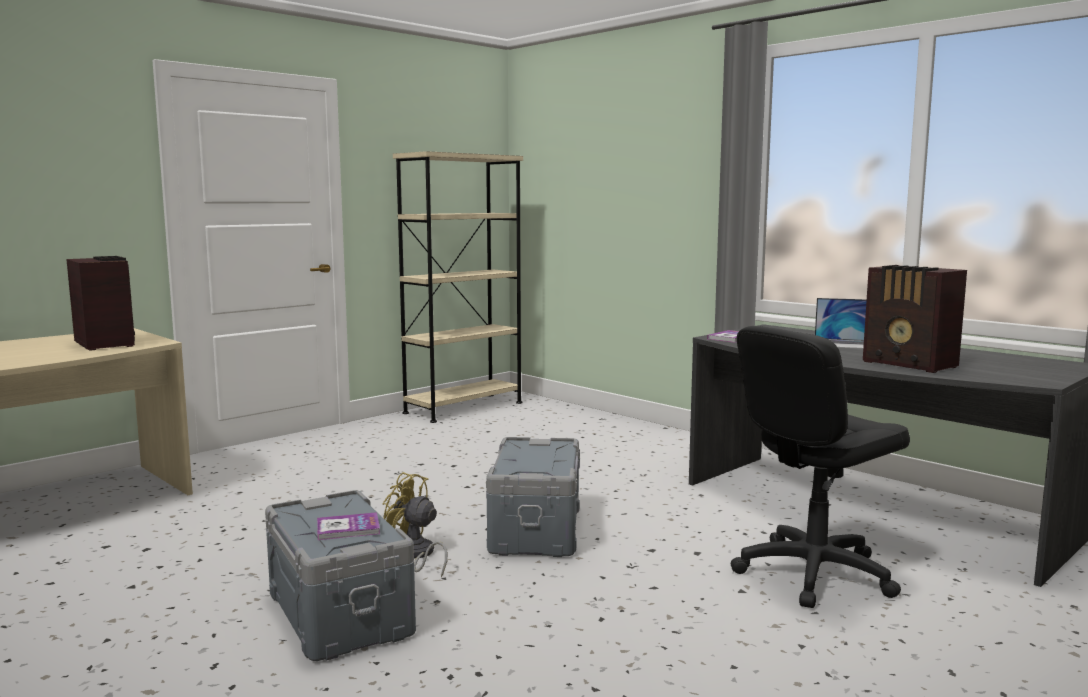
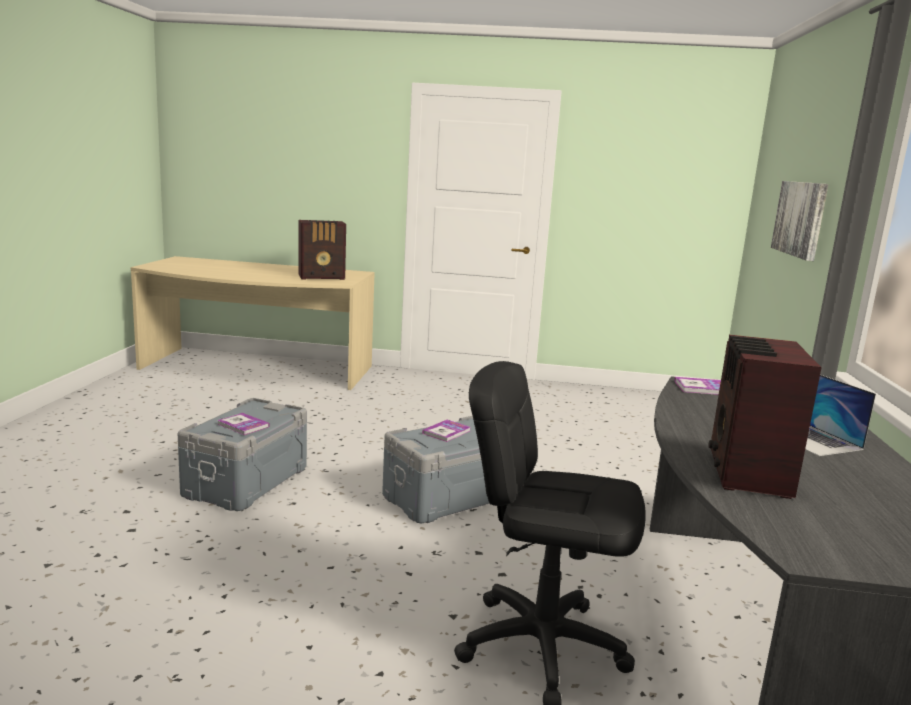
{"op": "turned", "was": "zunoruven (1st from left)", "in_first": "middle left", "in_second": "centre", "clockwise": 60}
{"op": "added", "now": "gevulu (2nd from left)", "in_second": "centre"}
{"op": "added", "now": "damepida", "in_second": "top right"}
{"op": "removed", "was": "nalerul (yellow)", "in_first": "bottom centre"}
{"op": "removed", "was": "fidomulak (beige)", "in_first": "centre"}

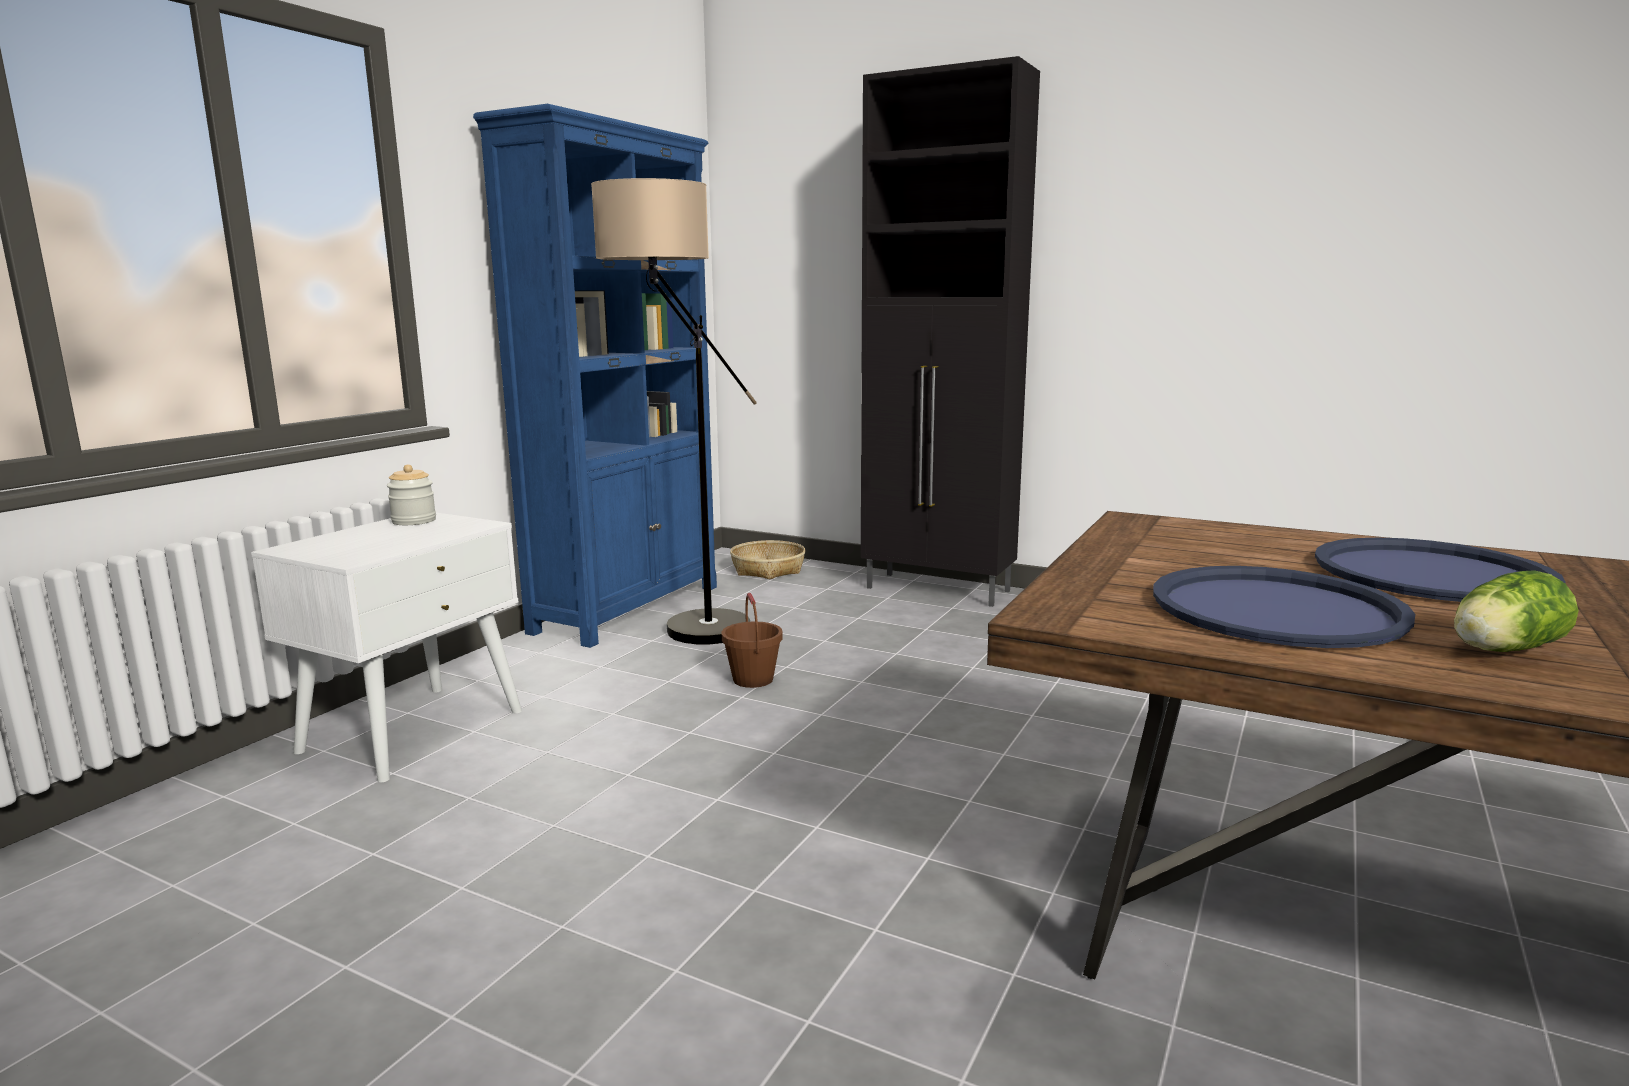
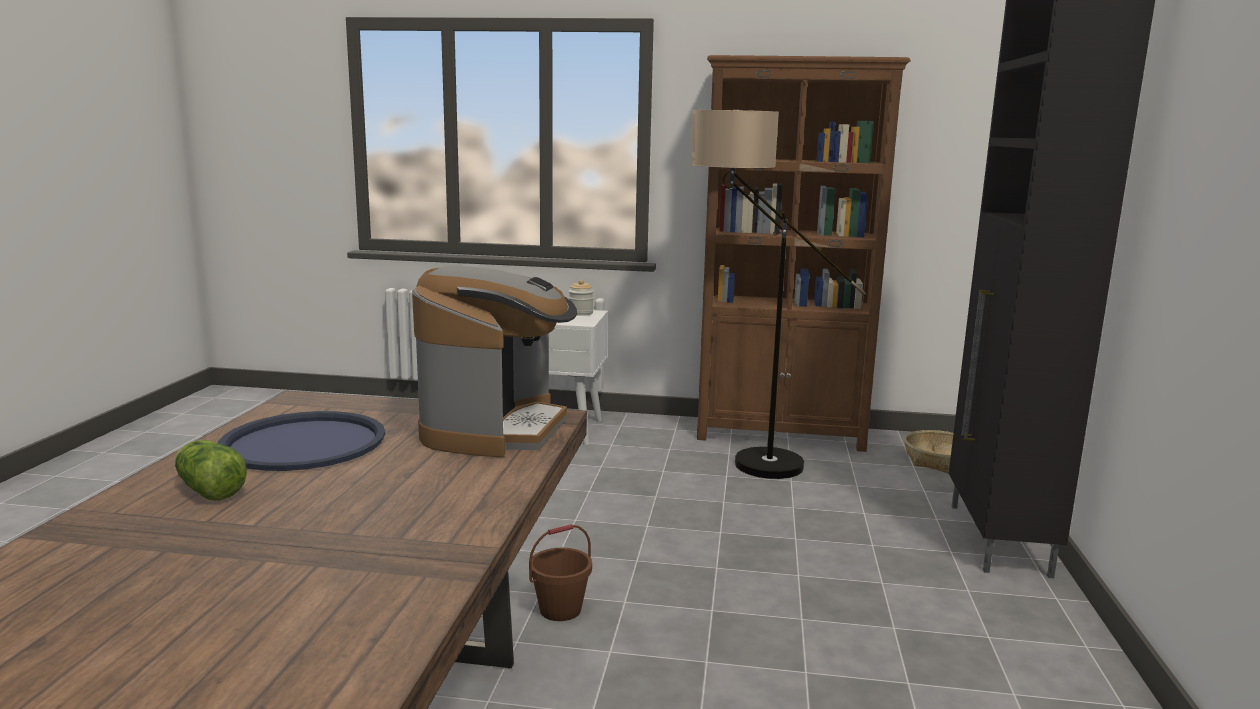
{"op": "added", "now": "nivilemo", "in_second": "centre"}
{"op": "moved", "was": "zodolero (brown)", "in_first": "centre", "in_second": "bottom centre"}
{"op": "recoloured", "was": "fidomulak (blue)", "now": "fidomulak (brown)", "in_first": "centre", "in_second": "centre"}
{"op": "removed", "was": "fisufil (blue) (2nd from left)", "in_first": "middle right"}

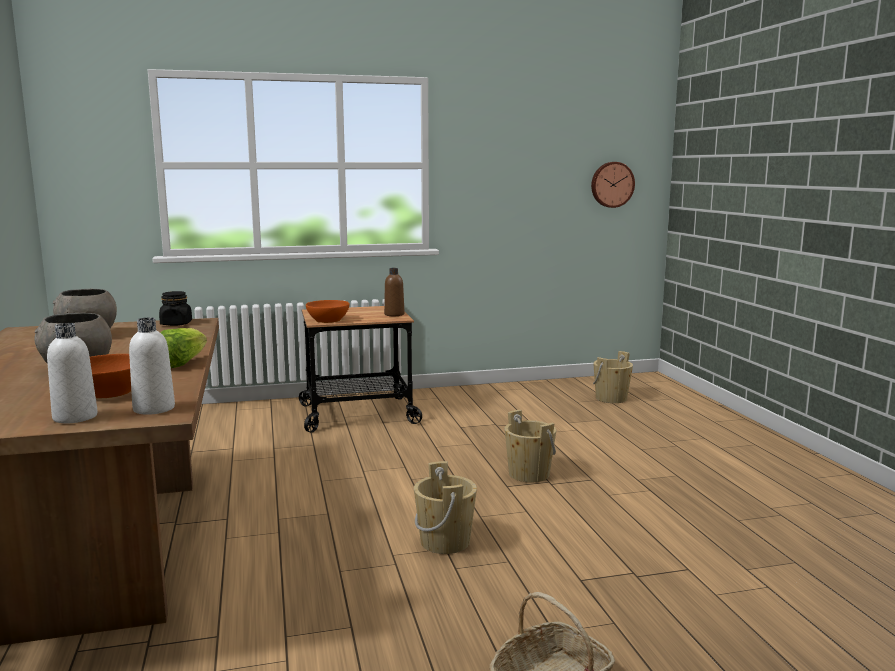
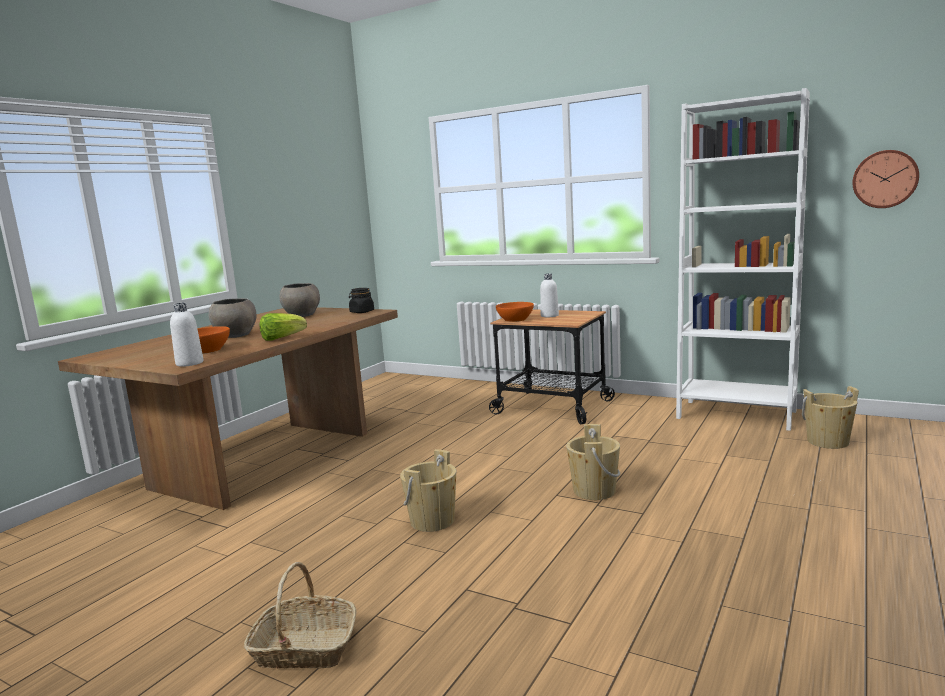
{"op": "moved", "was": "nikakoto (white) (1st from left in the first image)", "now": "nikakoto (white) (2nd from left)", "in_first": "middle left", "in_second": "centre"}
{"op": "added", "now": "fidomulak (white)", "in_second": "middle right"}
{"op": "removed", "was": "nikakoto (brown)", "in_first": "centre"}

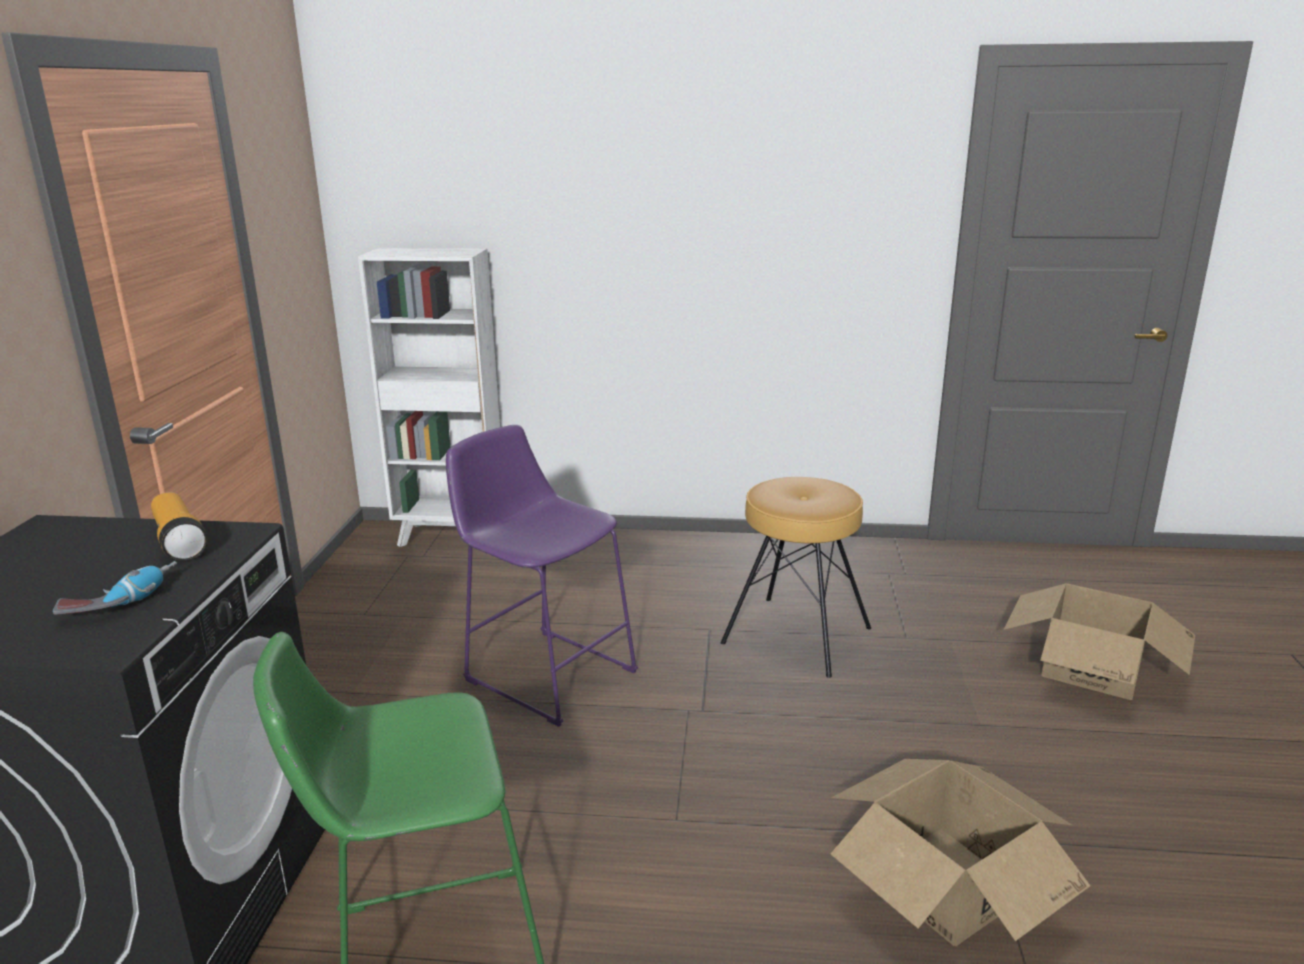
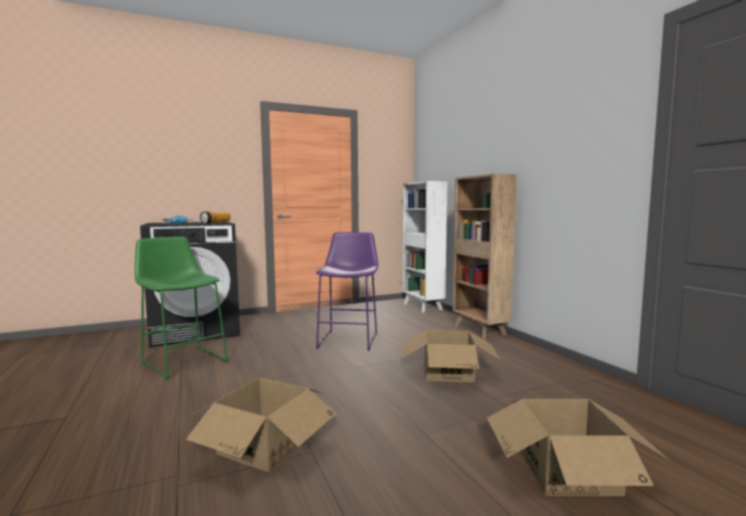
{"op": "replaced", "was": "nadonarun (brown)", "now": "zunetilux (2nd from left)", "in_first": "centre", "in_second": "bottom centre"}
{"op": "added", "now": "fidomulak (brown)", "in_second": "centre"}

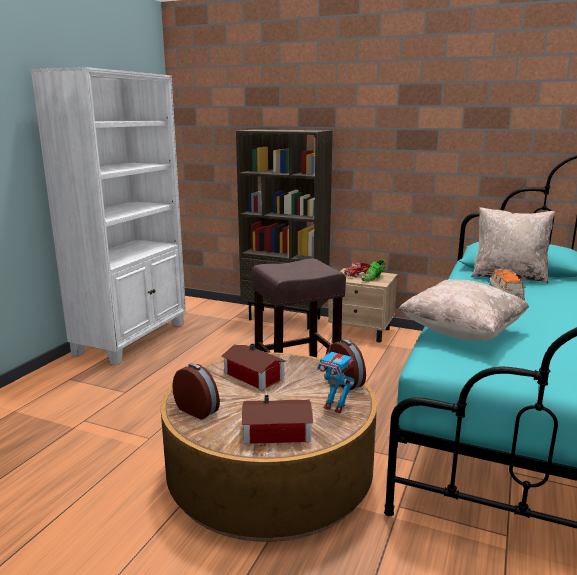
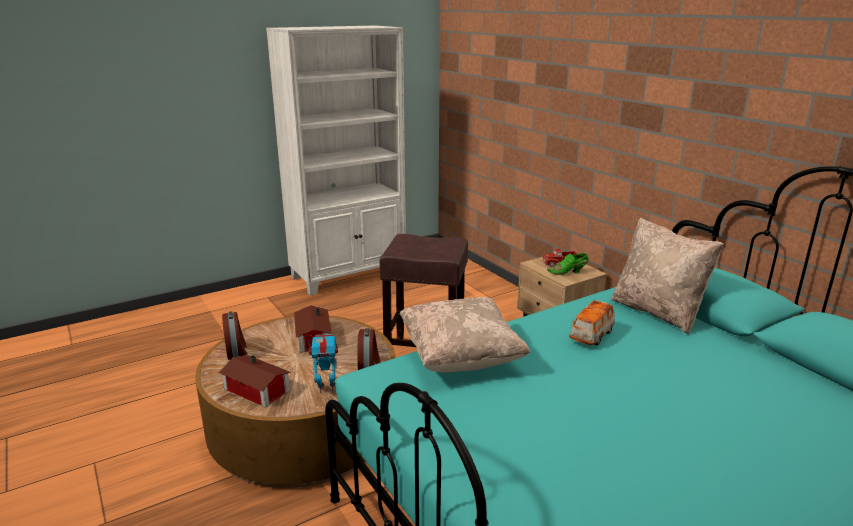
{"op": "turned", "was": "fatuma", "in_first": "centre", "in_second": "bottom centre", "clockwise": 105}
{"op": "removed", "was": "fidomulak (brown)", "in_first": "centre"}

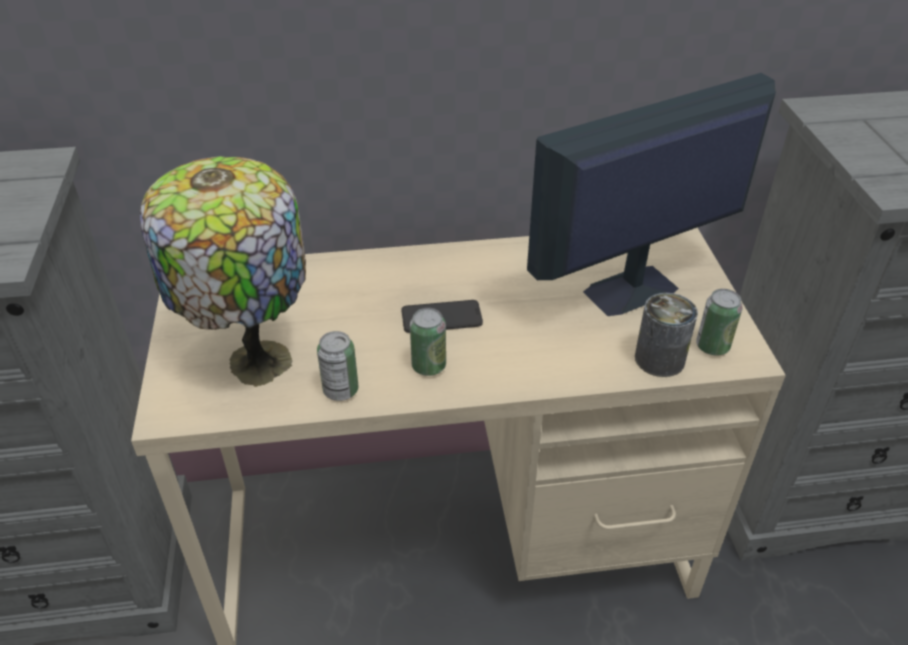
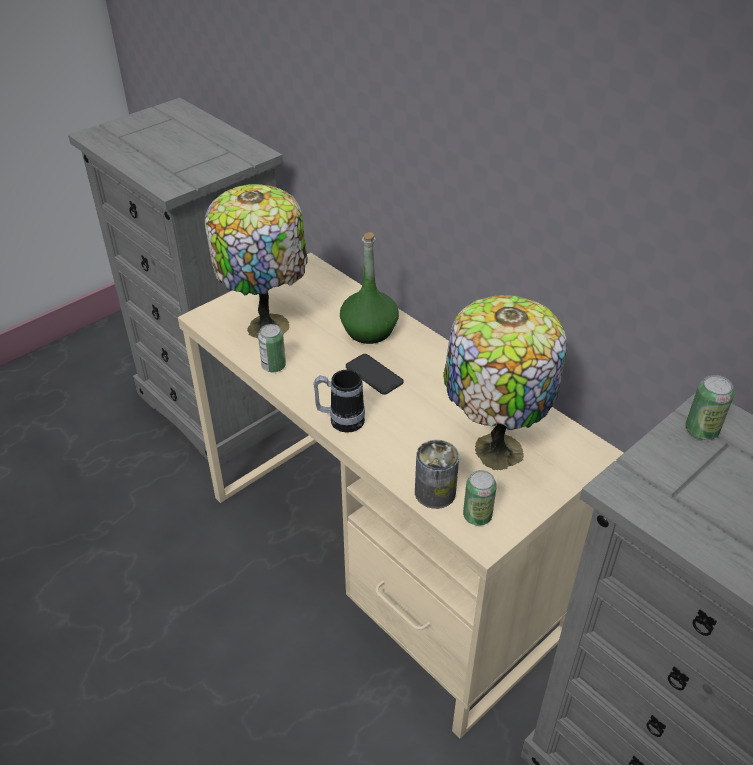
{"op": "added", "now": "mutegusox", "in_second": "centre"}
{"op": "added", "now": "nikakoto (green)", "in_second": "centre"}
{"op": "replaced", "was": "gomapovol", "now": "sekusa (2nd from left)", "in_first": "top right", "in_second": "middle right"}
{"op": "moved", "was": "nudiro (2nd from left in the first image)", "now": "nudiro (4th from left)", "in_first": "centre", "in_second": "middle right"}

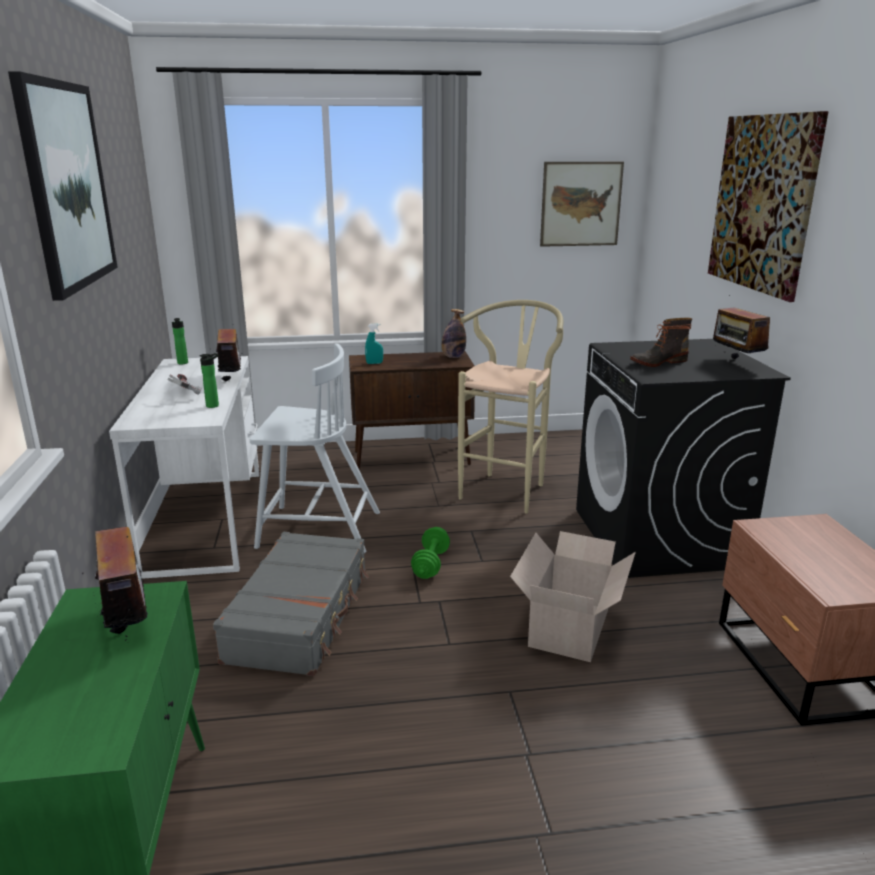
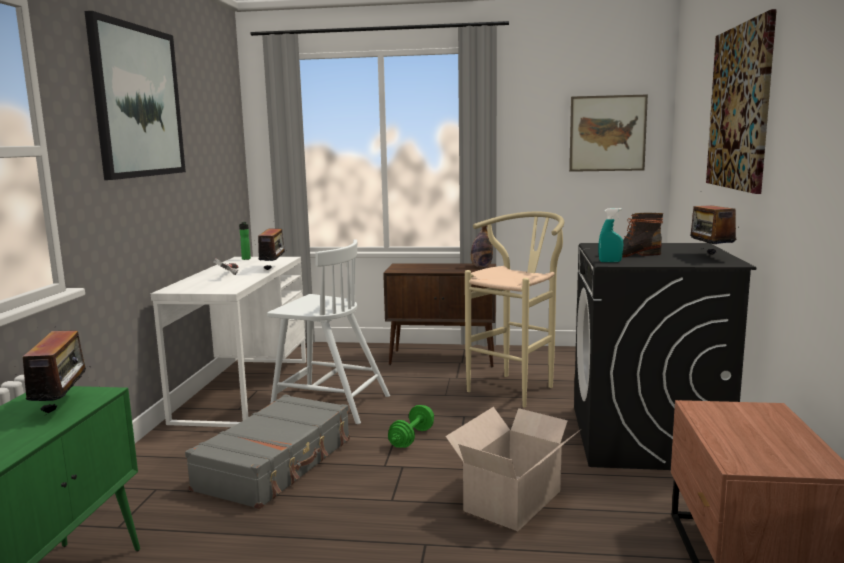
{"op": "moved", "was": "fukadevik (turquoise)", "in_first": "centre", "in_second": "middle right"}
{"op": "removed", "was": "nikakoto (2nd from left)", "in_first": "middle left"}

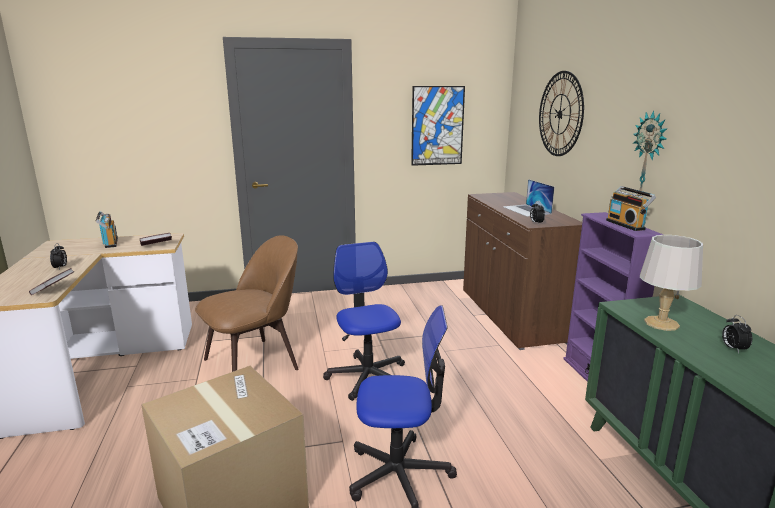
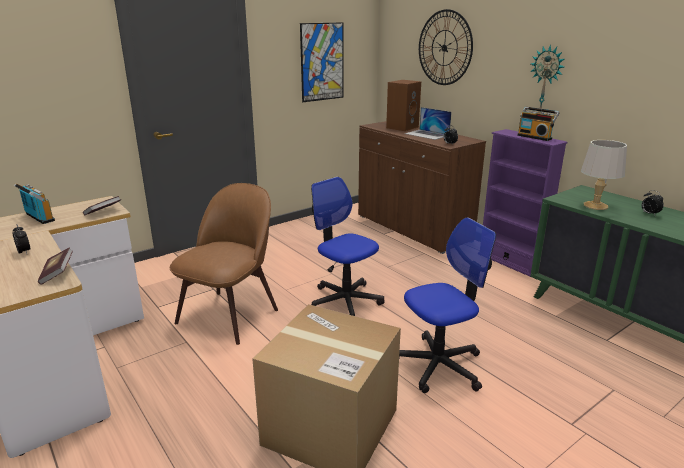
{"op": "added", "now": "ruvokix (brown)", "in_second": "top centre"}

